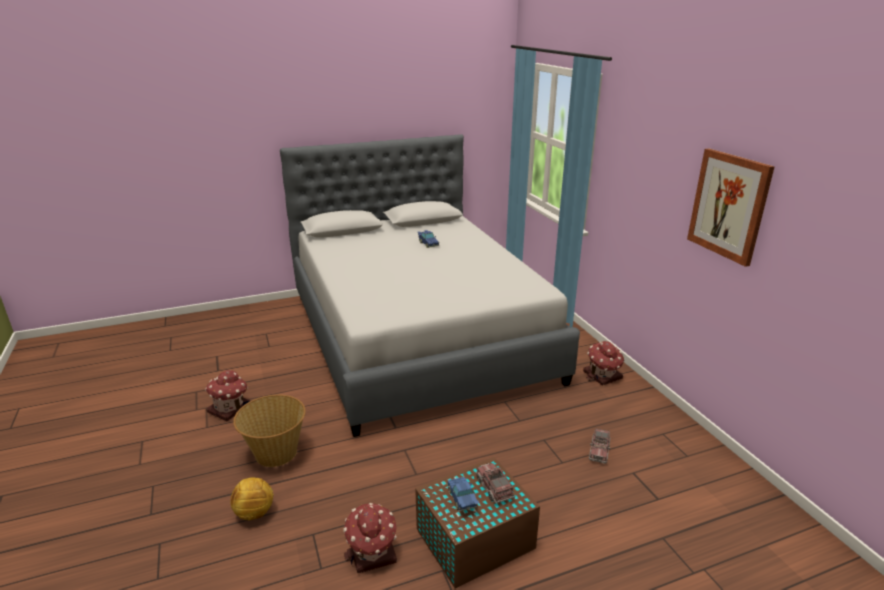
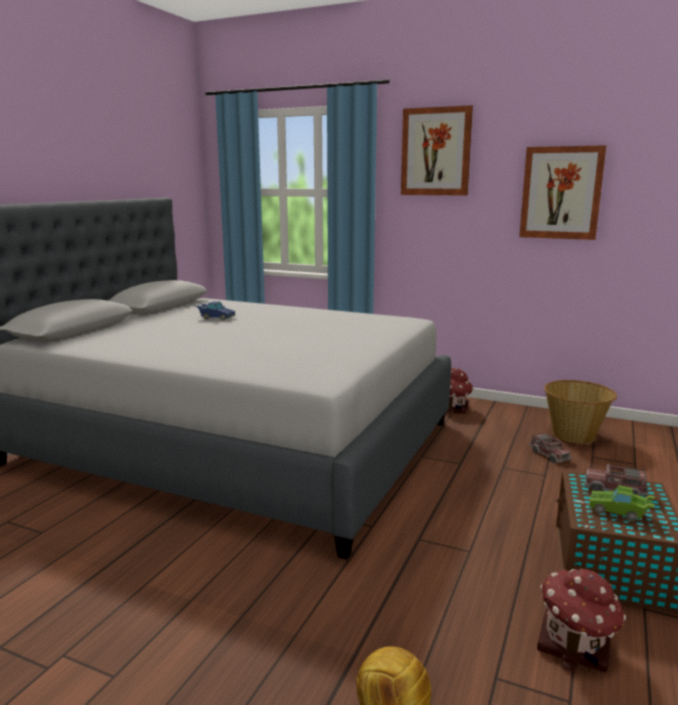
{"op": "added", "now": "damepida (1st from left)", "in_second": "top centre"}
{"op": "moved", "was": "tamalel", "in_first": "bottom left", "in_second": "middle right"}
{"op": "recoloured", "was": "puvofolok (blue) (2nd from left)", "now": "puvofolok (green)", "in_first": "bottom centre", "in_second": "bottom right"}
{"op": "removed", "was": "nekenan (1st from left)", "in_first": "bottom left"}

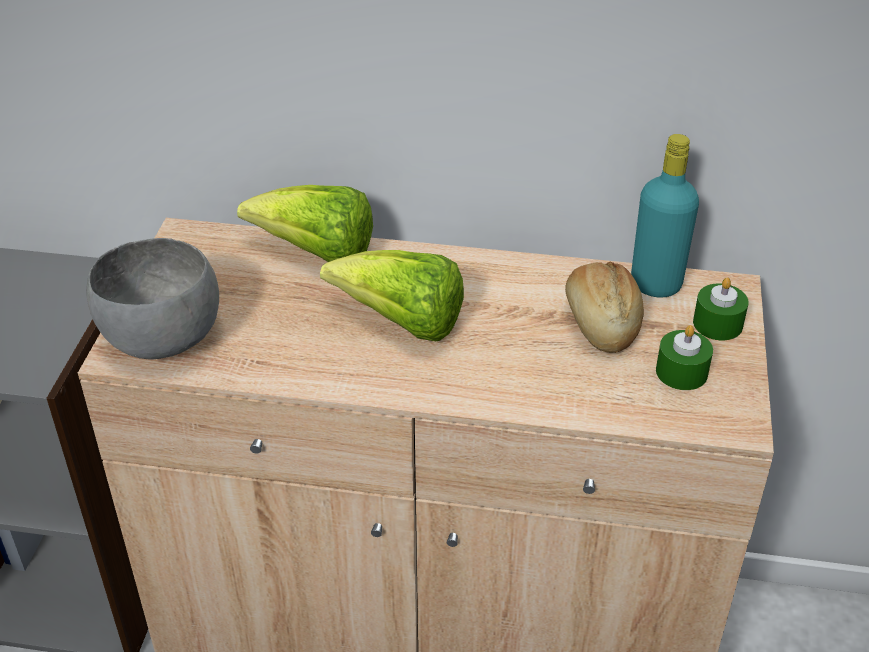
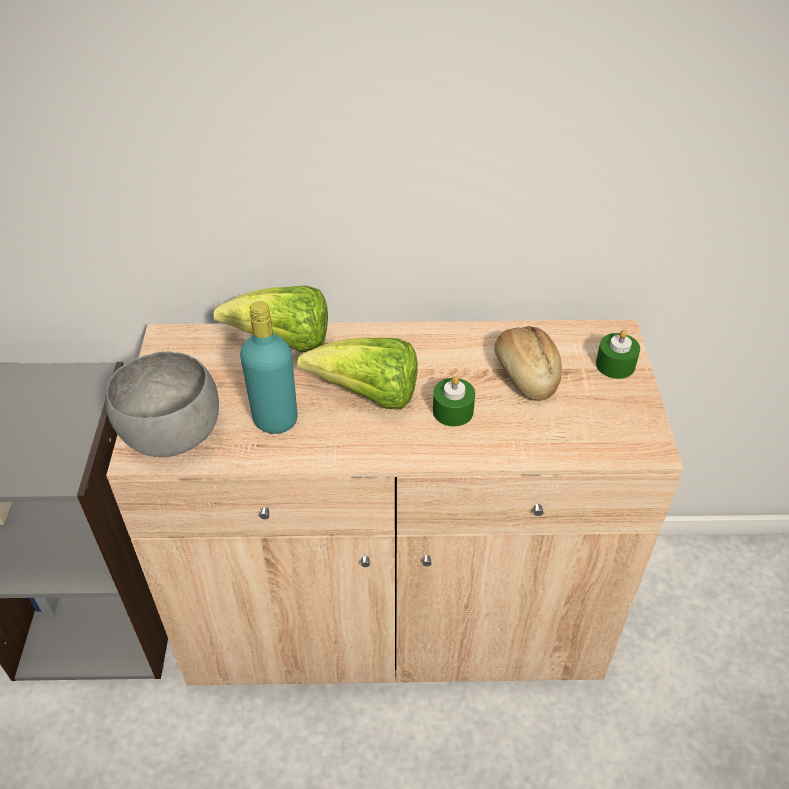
{"op": "moved", "was": "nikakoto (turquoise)", "in_first": "top right", "in_second": "centre"}
{"op": "moved", "was": "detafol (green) (1st from left)", "in_first": "middle right", "in_second": "centre"}

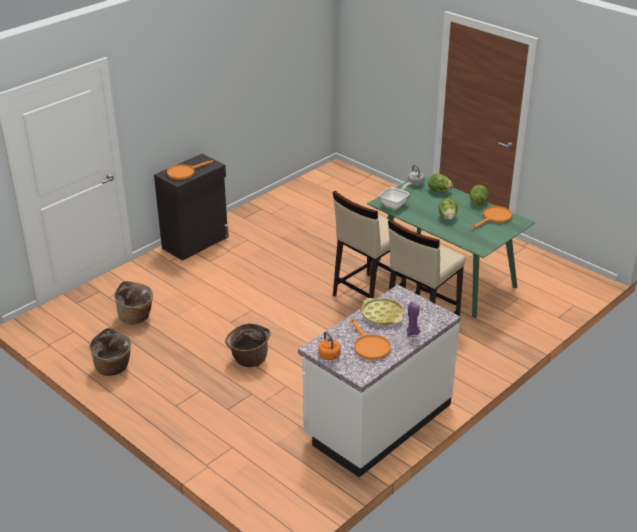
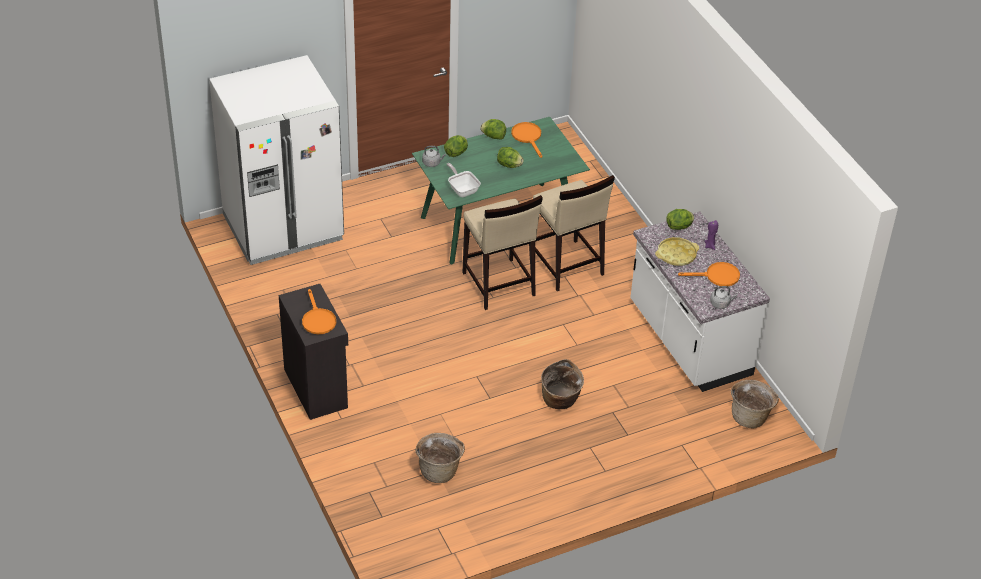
{"op": "added", "now": "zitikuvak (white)", "in_second": "top left"}
{"op": "added", "now": "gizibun (4th from left)", "in_second": "middle right"}
{"op": "recoloured", "was": "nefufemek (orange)", "now": "nefufemek (grey) (2nd from left)", "in_first": "centre", "in_second": "middle right"}
{"op": "moved", "was": "tamalel (1st from left in the first image)", "now": "tamalel (3rd from left)", "in_first": "middle left", "in_second": "bottom right"}

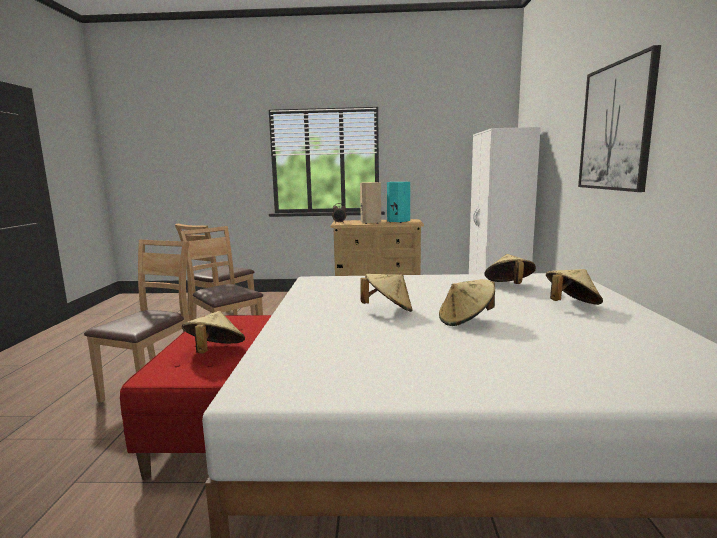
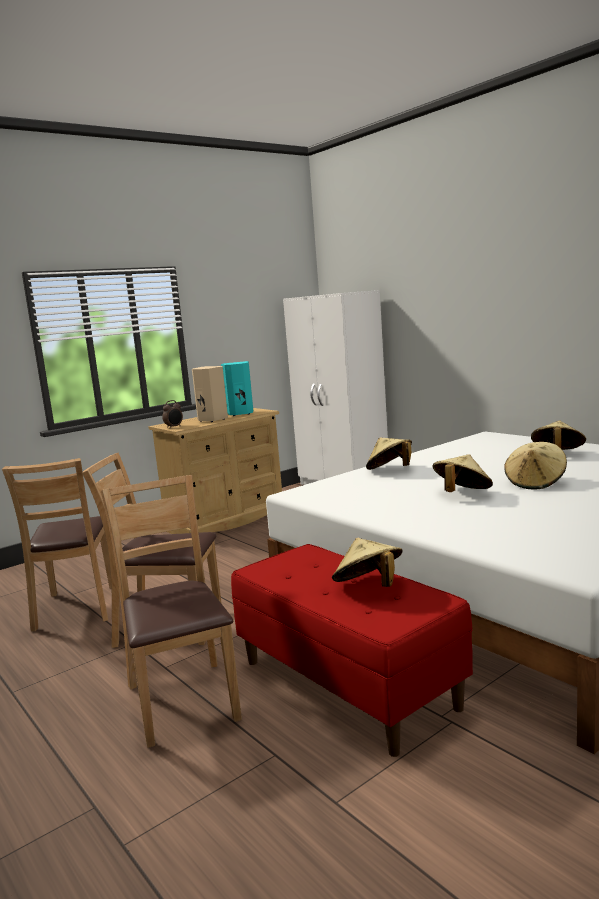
{"op": "moved", "was": "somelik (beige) (4th from left in the first image)", "now": "somelik (beige) (2nd from left)", "in_first": "middle right", "in_second": "centre"}
{"op": "removed", "was": "damepida", "in_first": "top right"}

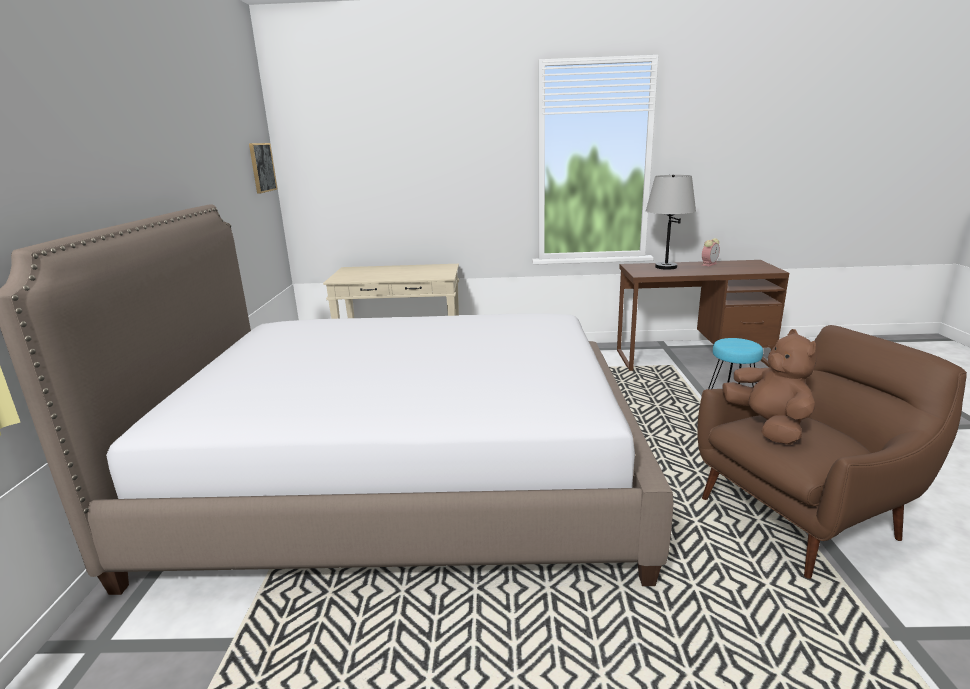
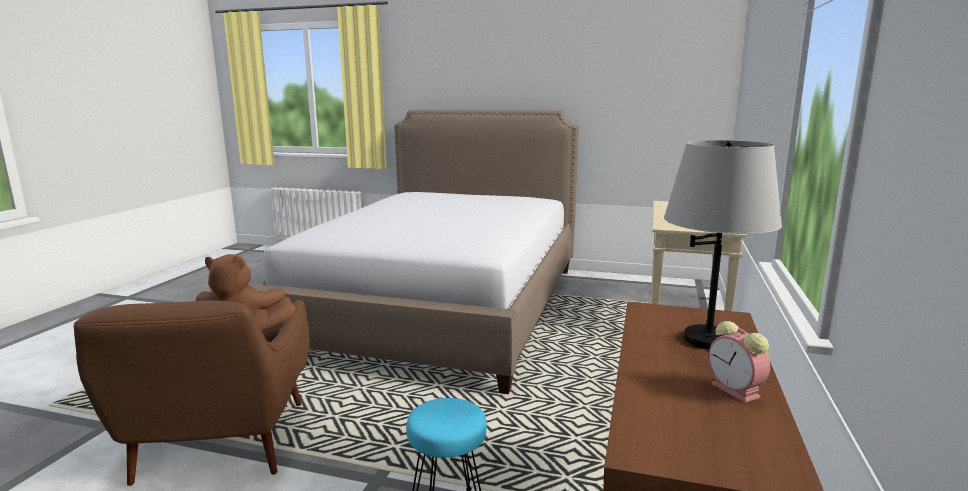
{"op": "removed", "was": "damepida", "in_first": "top left"}

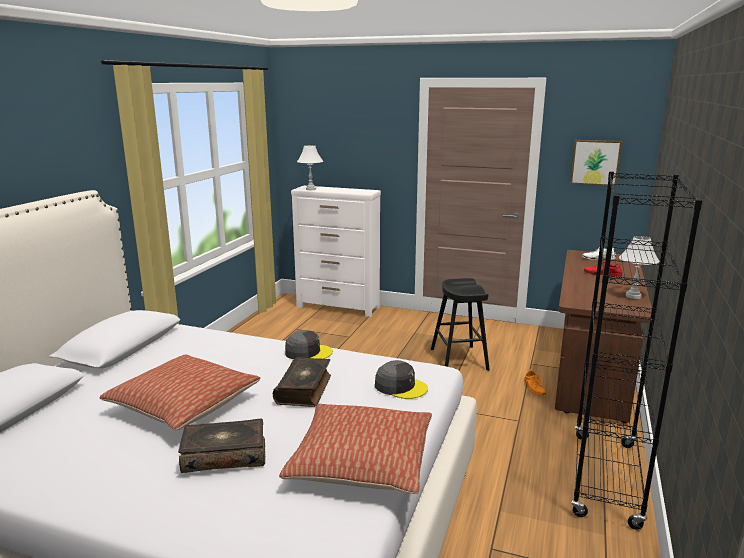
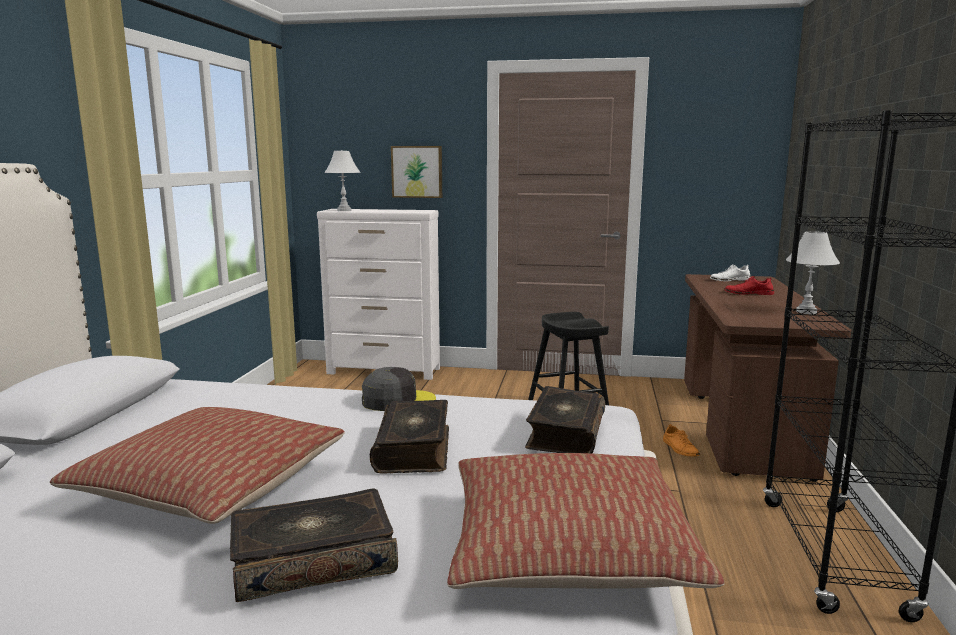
{"op": "moved", "was": "damepida", "in_first": "top right", "in_second": "top centre"}
{"op": "replaced", "was": "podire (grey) (2nd from left)", "now": "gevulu (3rd from left)", "in_first": "bottom centre", "in_second": "centre"}

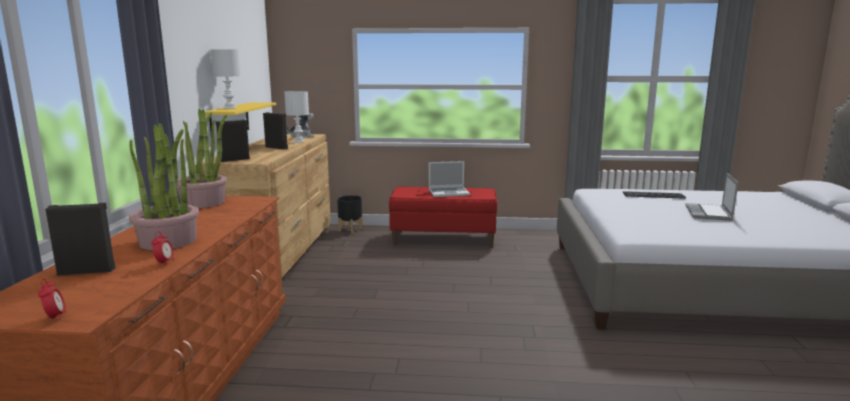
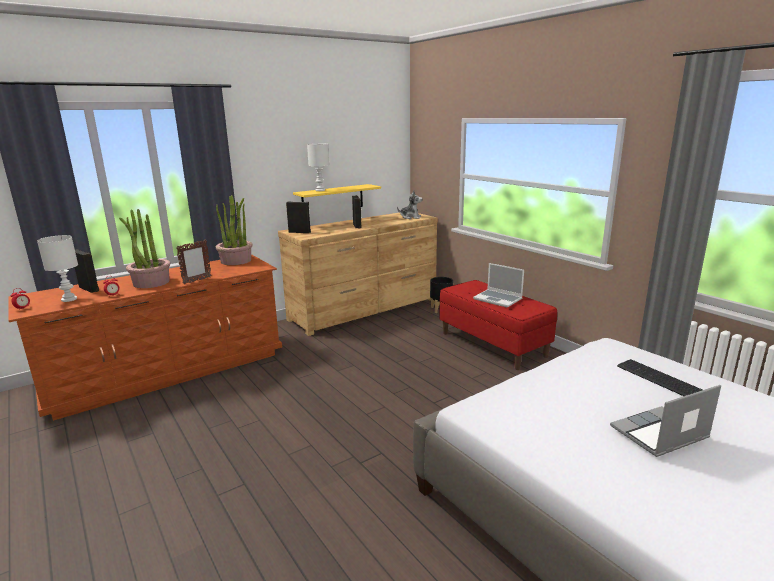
{"op": "moved", "was": "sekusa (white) (2nd from left in the first image)", "now": "sekusa (white) (1st from left)", "in_first": "top centre", "in_second": "middle left"}
{"op": "added", "now": "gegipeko", "in_second": "middle left"}

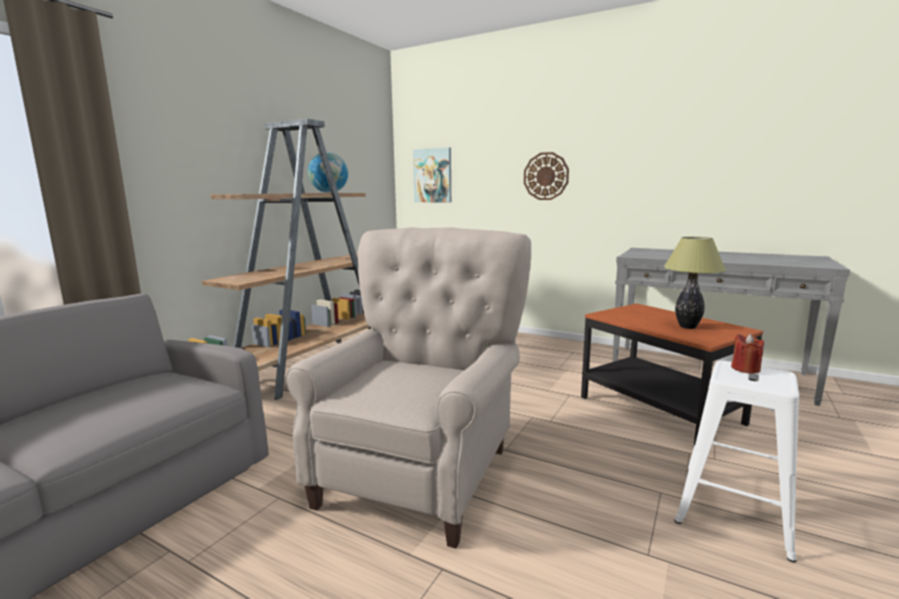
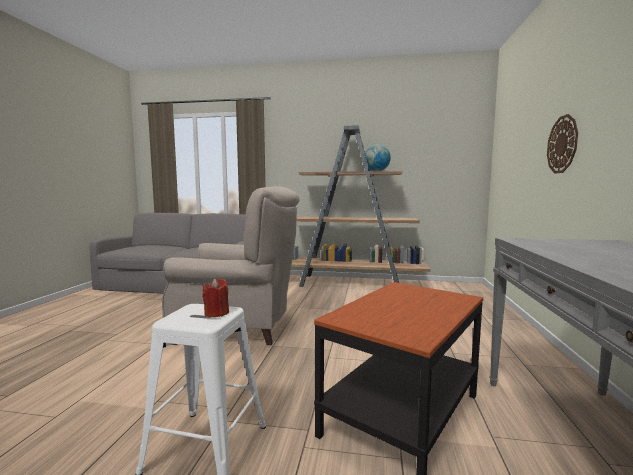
{"op": "removed", "was": "damepida", "in_first": "top centre"}
{"op": "removed", "was": "sekusa", "in_first": "middle right"}

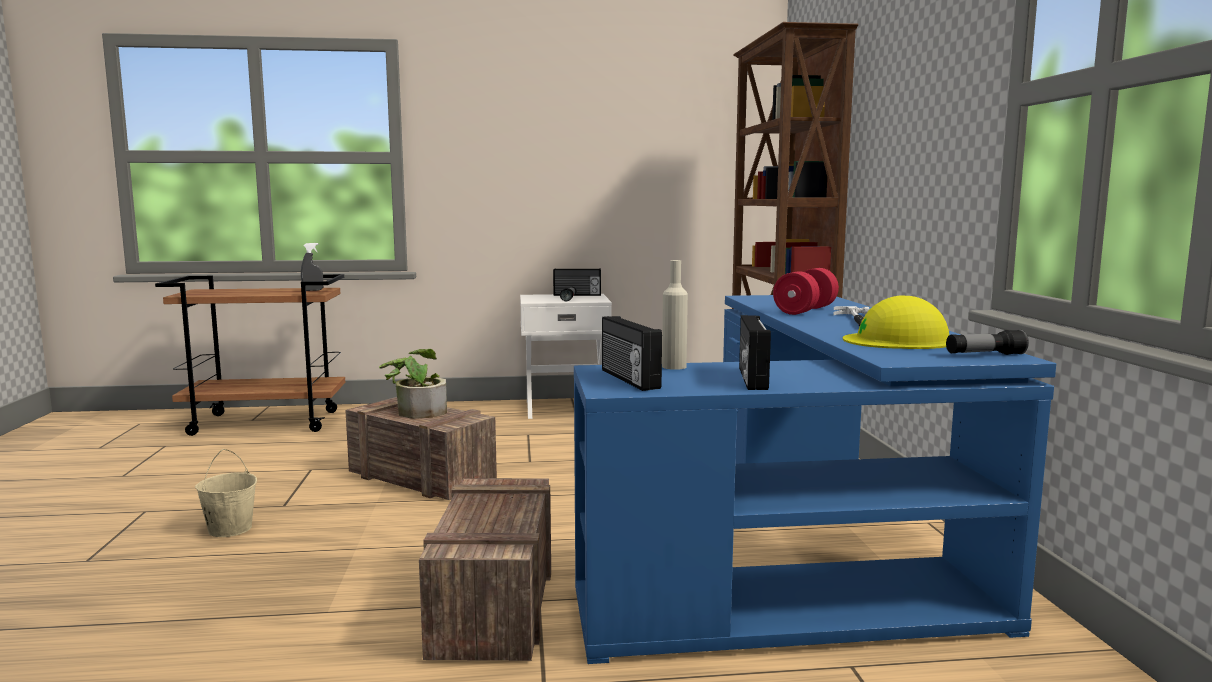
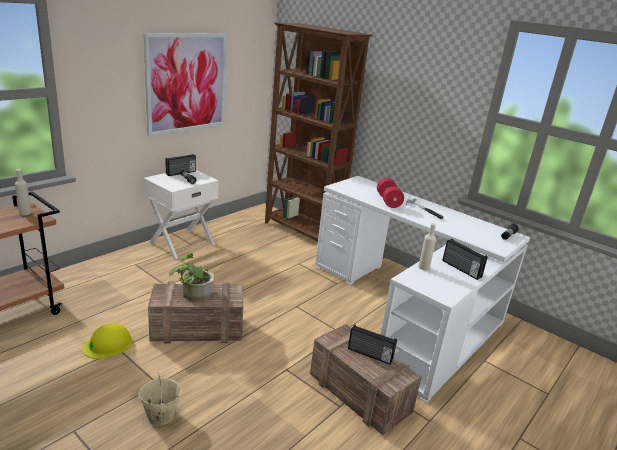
{"op": "replaced", "was": "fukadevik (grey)", "now": "nikakoto (beige) (1st from left)", "in_first": "middle left", "in_second": "middle left"}
{"op": "moved", "was": "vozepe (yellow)", "in_first": "middle right", "in_second": "bottom left"}
{"op": "added", "now": "damepida", "in_second": "top left"}
{"op": "recoloured", "was": "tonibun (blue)", "now": "tonibun (white)", "in_first": "bottom right", "in_second": "middle right"}
{"op": "moved", "was": "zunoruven (2nd from left)", "in_first": "centre", "in_second": "bottom centre"}

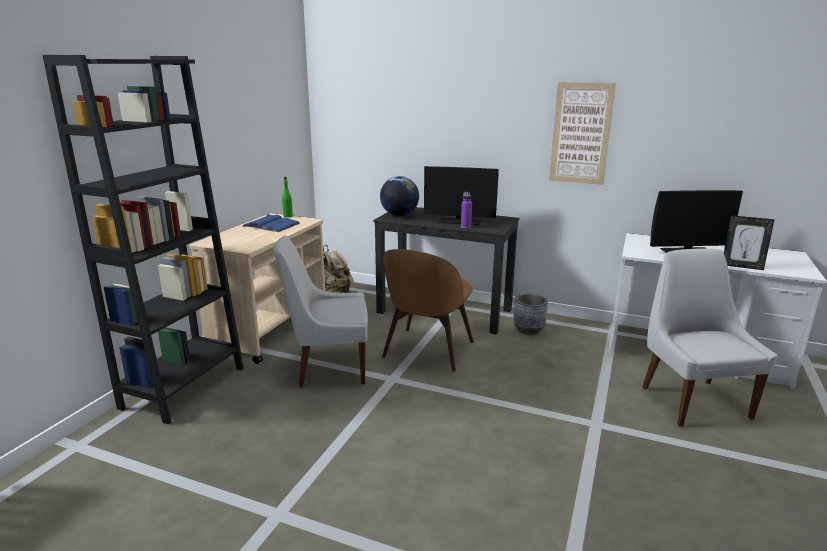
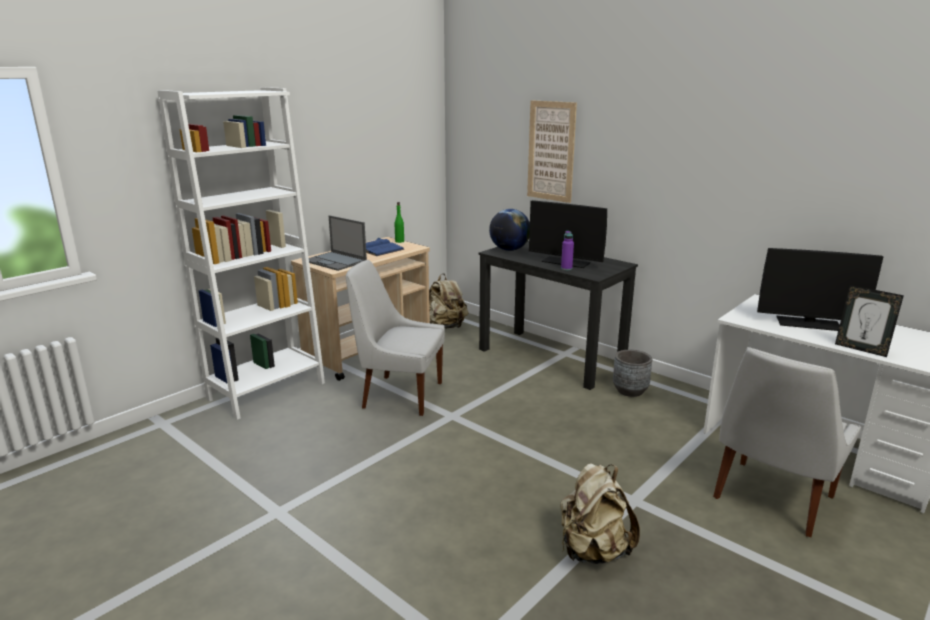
{"op": "recoloured", "was": "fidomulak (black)", "now": "fidomulak (white)", "in_first": "middle left", "in_second": "middle left"}
{"op": "added", "now": "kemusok", "in_second": "centre"}
{"op": "moved", "was": "damepida", "in_first": "top right", "in_second": "top centre"}
{"op": "added", "now": "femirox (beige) (2nd from left)", "in_second": "bottom centre"}
{"op": "turned", "was": "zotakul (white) (2nd from left)", "in_first": "middle right", "in_second": "bottom right", "clockwise": -150}
{"op": "removed", "was": "zotakul (brown)", "in_first": "centre"}

